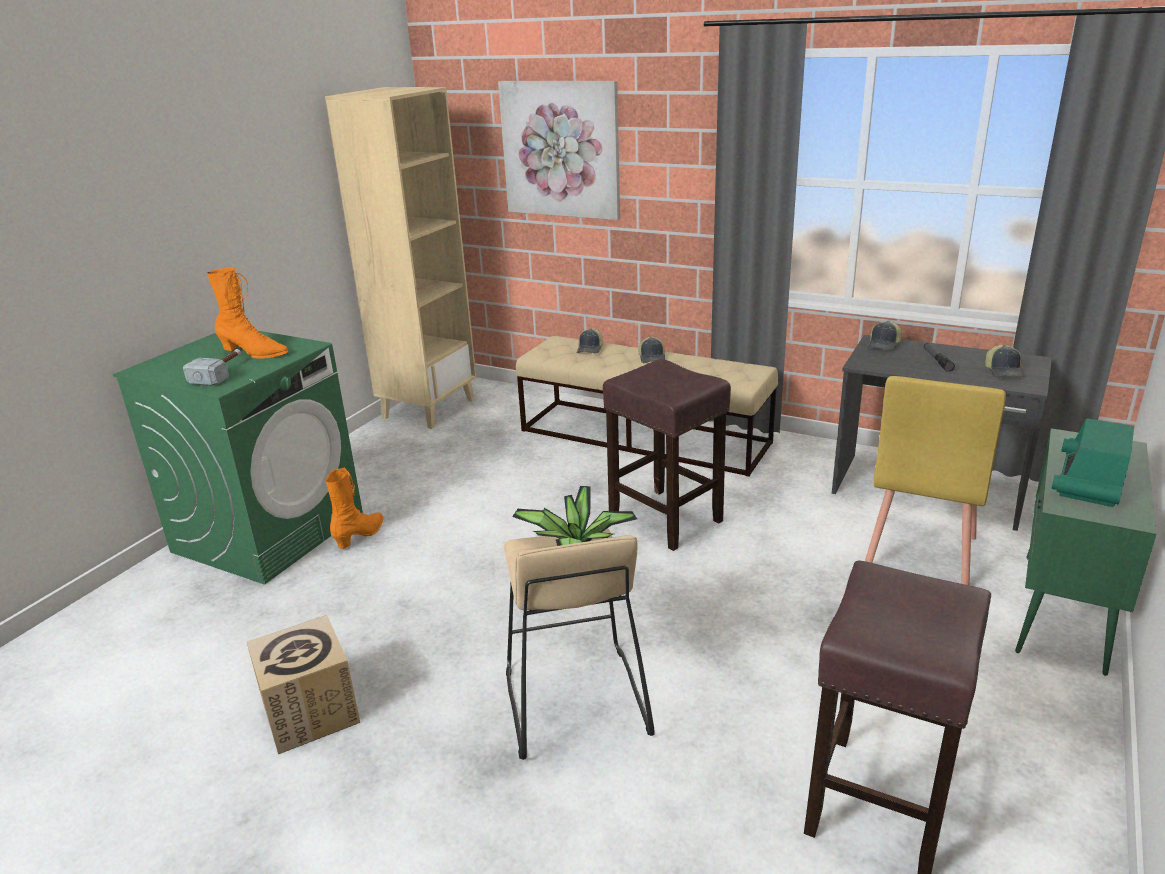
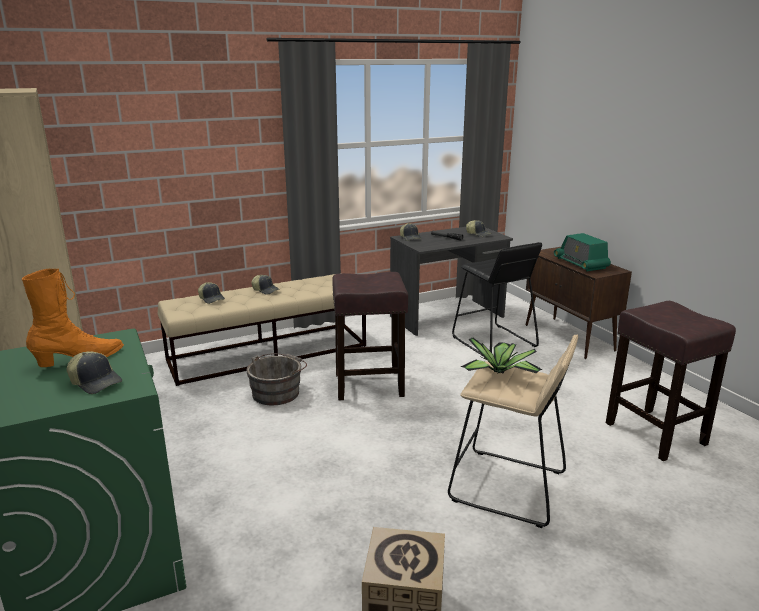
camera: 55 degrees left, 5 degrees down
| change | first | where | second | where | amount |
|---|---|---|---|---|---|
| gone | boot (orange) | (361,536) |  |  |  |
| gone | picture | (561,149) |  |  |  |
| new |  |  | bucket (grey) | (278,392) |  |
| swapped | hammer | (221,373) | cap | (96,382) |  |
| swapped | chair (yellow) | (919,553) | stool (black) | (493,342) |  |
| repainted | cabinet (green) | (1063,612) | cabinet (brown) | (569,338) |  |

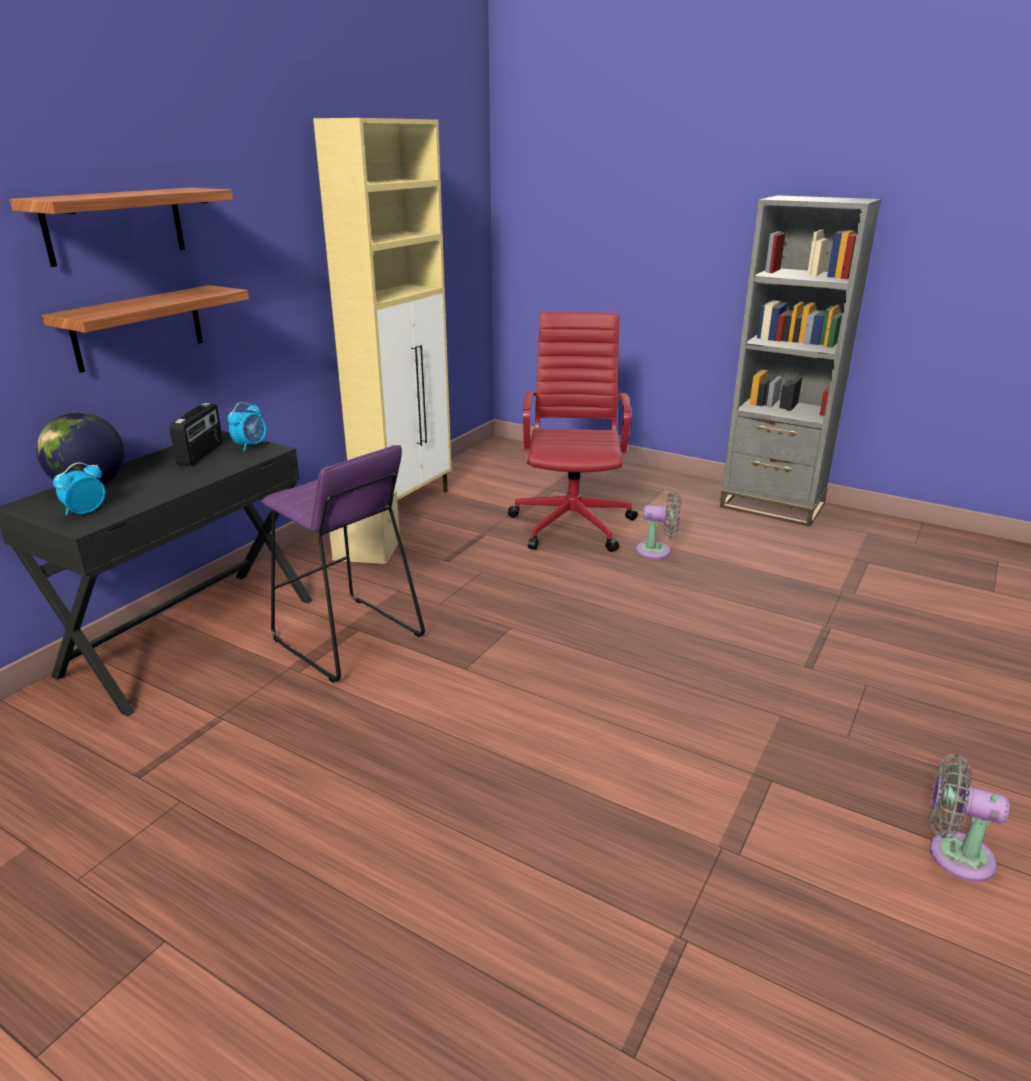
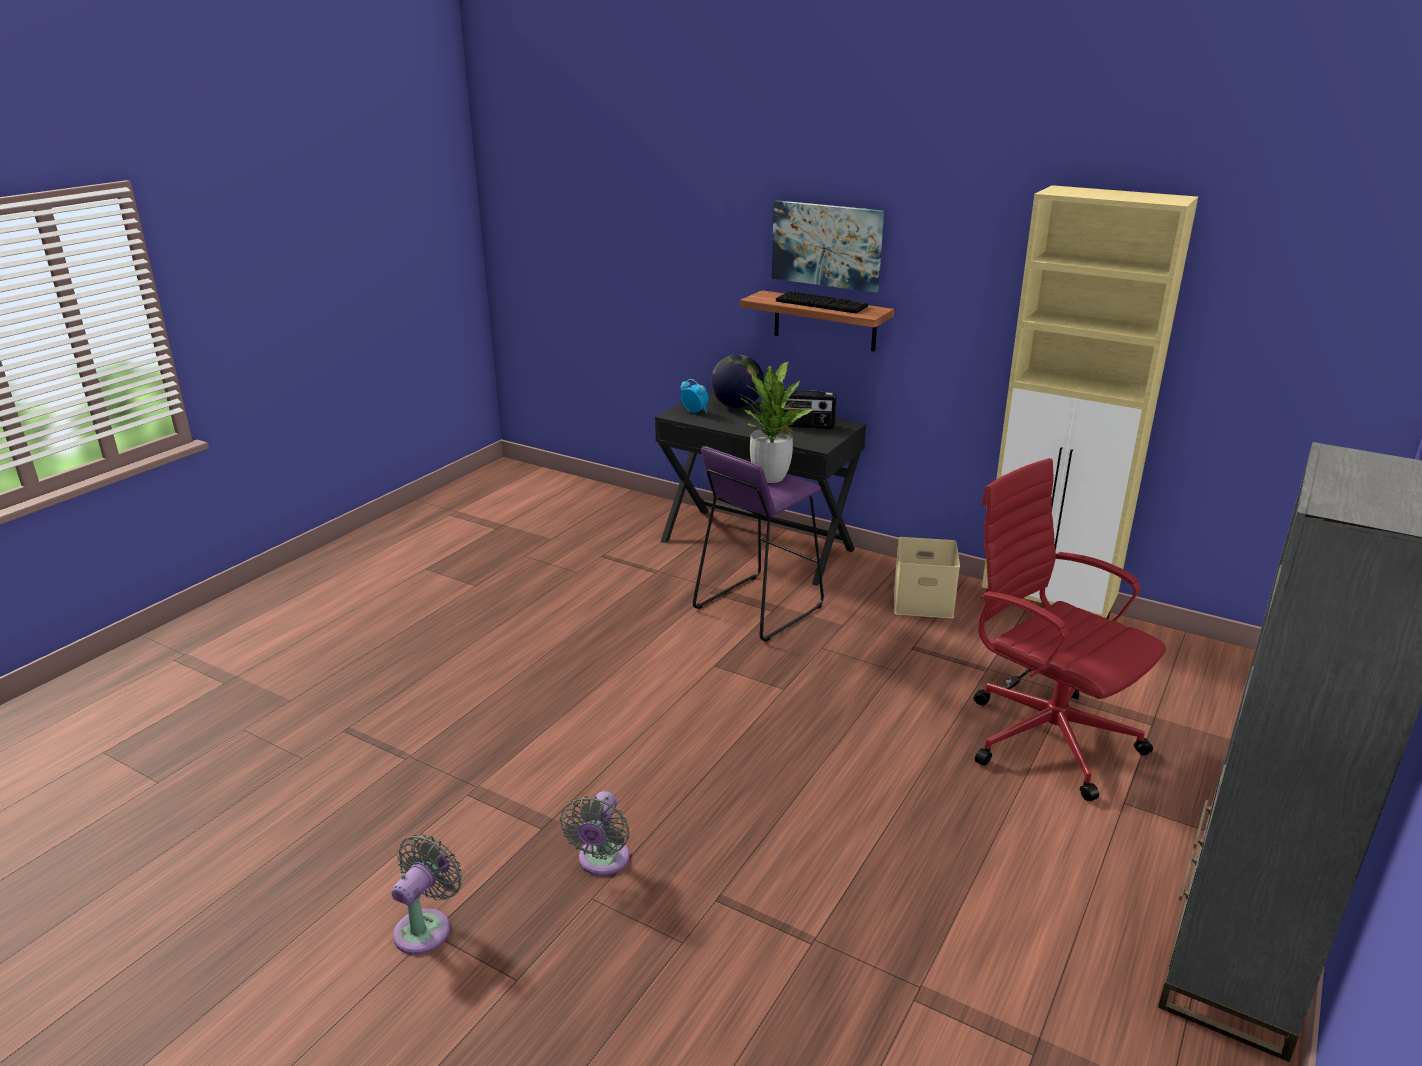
camera: 90 degrees right, 0 degrees up
| change | first | where | second | where | amount |
|---|---|---|---|---|---|
| gone | alarm clock | (251,446) |  |  |  |
| new |  |  | potted plant | (770,477) |  |
| new |  |  | keyboard | (822,304) |  |
| shifted | fan (grey) | (657,551) |  | (602,861) |  |
| swapped | shelf | (115,225) | picture | (827,245) |  |
| rotated | office chair (red) | (572,523) |  | (1046,736) | 135 degrees counterclockwise |

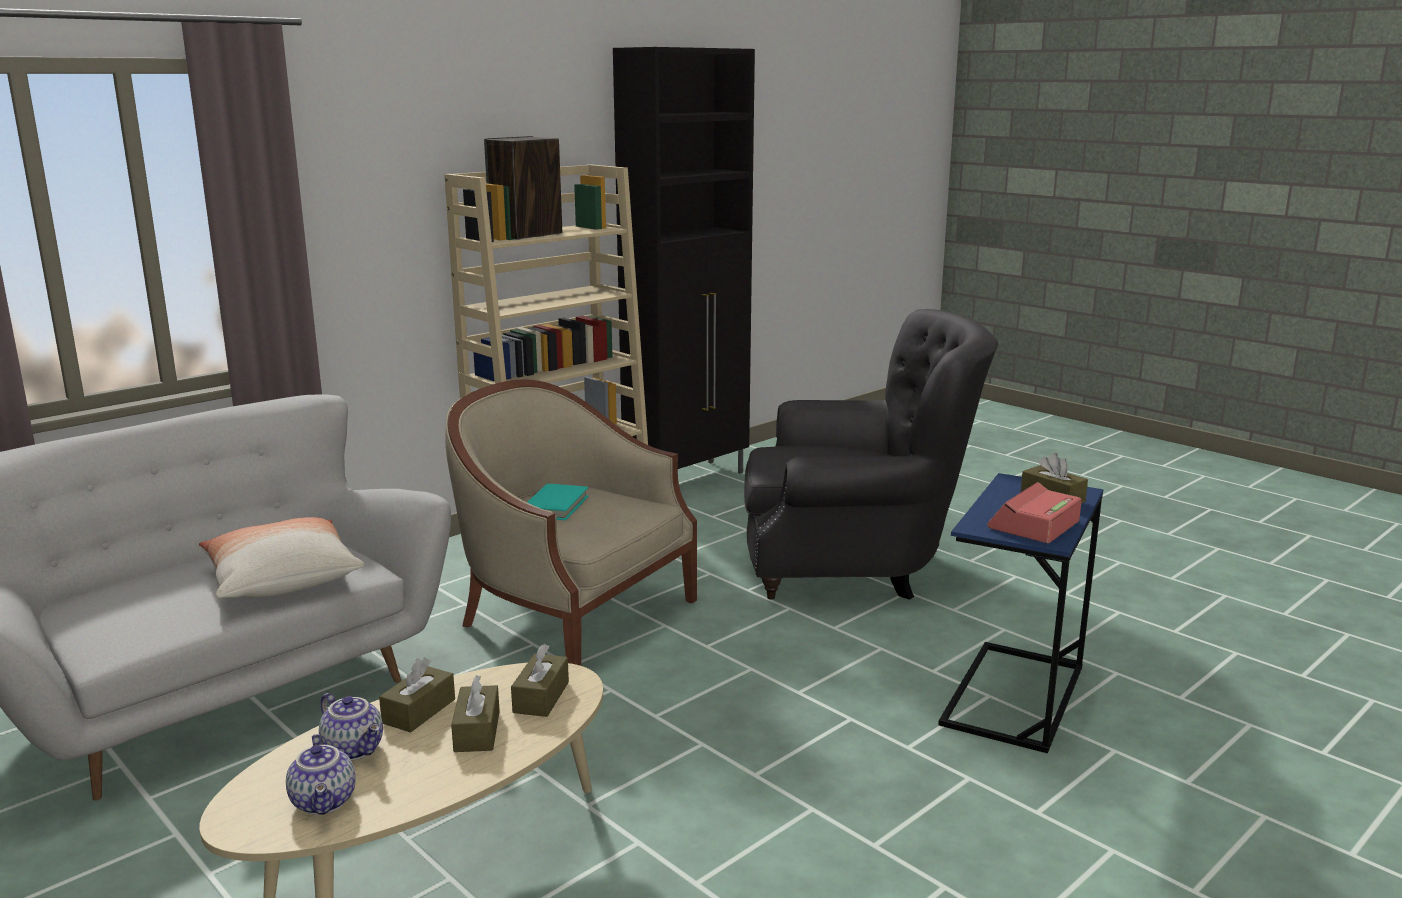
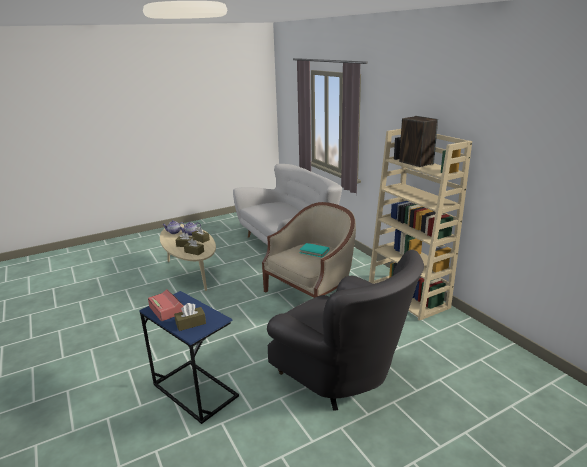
camera: 105 degrees right, 5 degrees up
| change | first | where | second | where | amount |
|---|---|---|---|---|---|
| gone | pillow | (281,579) |  |  |  |
| gone | cabinet (black) | (688,479) |  |  |  |
| rotated | armchair (grey) | (854,566) |  | (343,375) | 60 degrees counterclockwise |

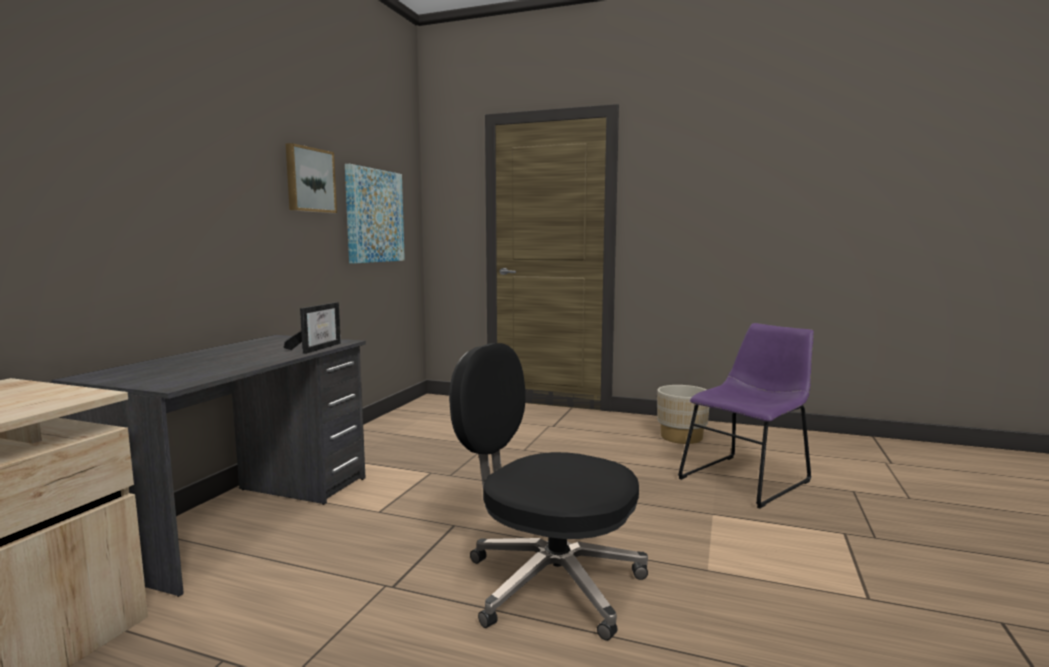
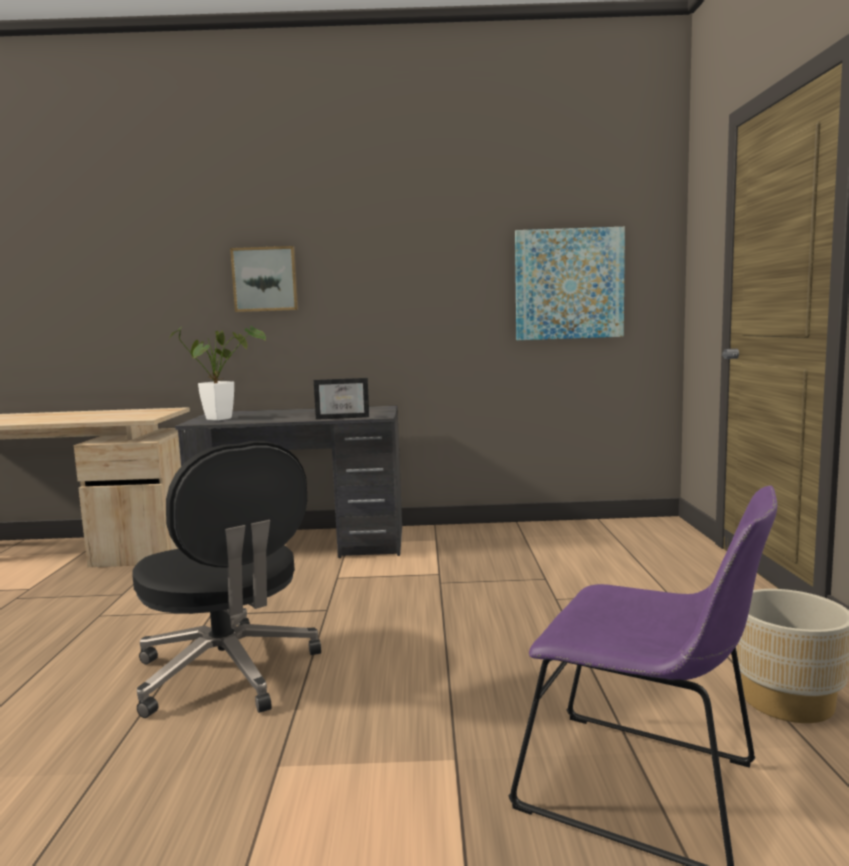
camera: 70 degrees right, 0 degrees up
| change | first | where | second | where | amount |
|---|---|---|---|---|---|
| new |  |  | potted plant | (224,418) |  |
| shifted | picture | (309,180) |  | (265,279) |  |
| rotated | office chair (black) | (549,583) |  | (228,673) | 135 degrees clockwise |

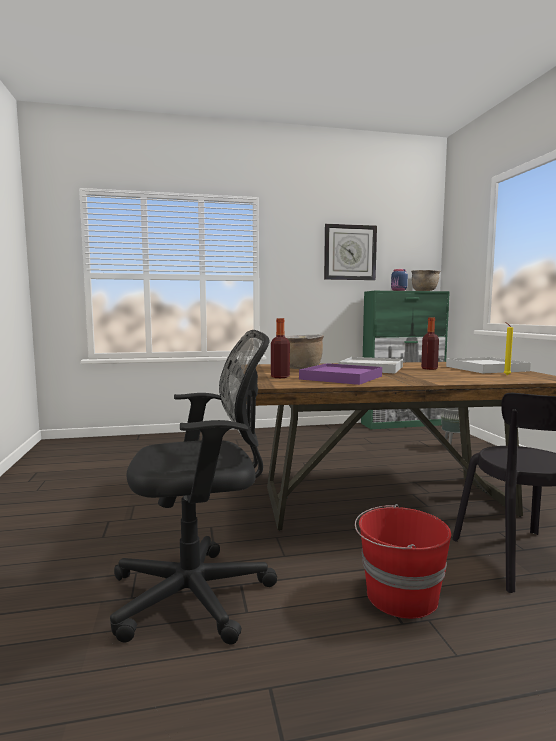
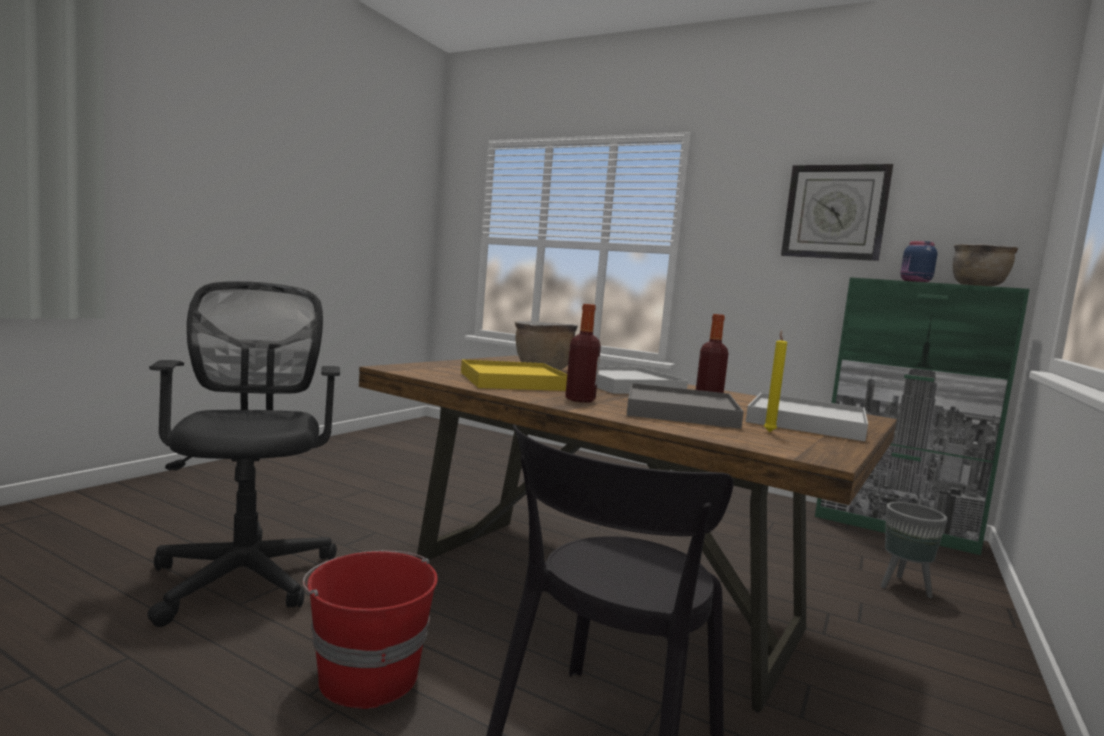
camera: 40 degrees right, 0 degrees up
| change | first | where | second | where | amount |
|---|---|---|---|---|---|
| new |  |  | tray (grey) | (680,412) |  |
| shifted | bottle | (280,377) |  | (580,399) |  |
| repainted | tray (purple) | (341,378) | tray (yellow) | (513,381) |  |
| rotated | office chair (black) | (199,594) |  | (245,573) | 135 degrees counterclockwise |

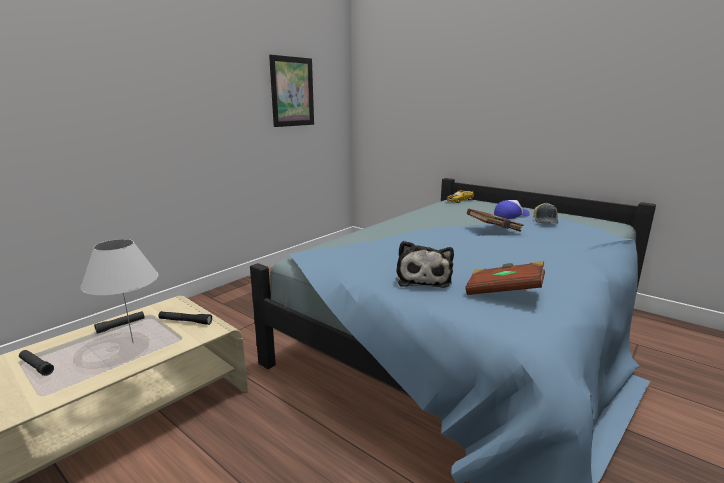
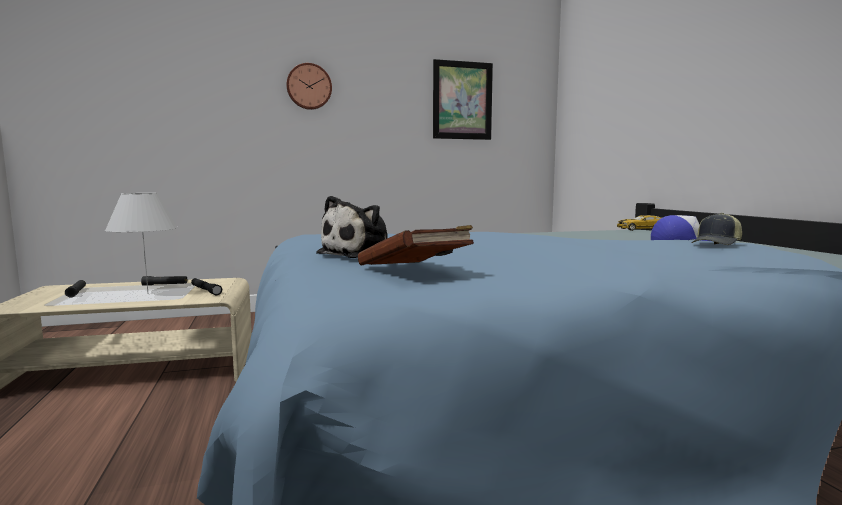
camera: 35 degrees right, 10 degrees down
| change | first | where | second | where | amount |
|---|---|---|---|---|---|
| gone | book (brown) | (494,230) |  |  |  |
| new |  |  | wall clock | (309,86) |  |

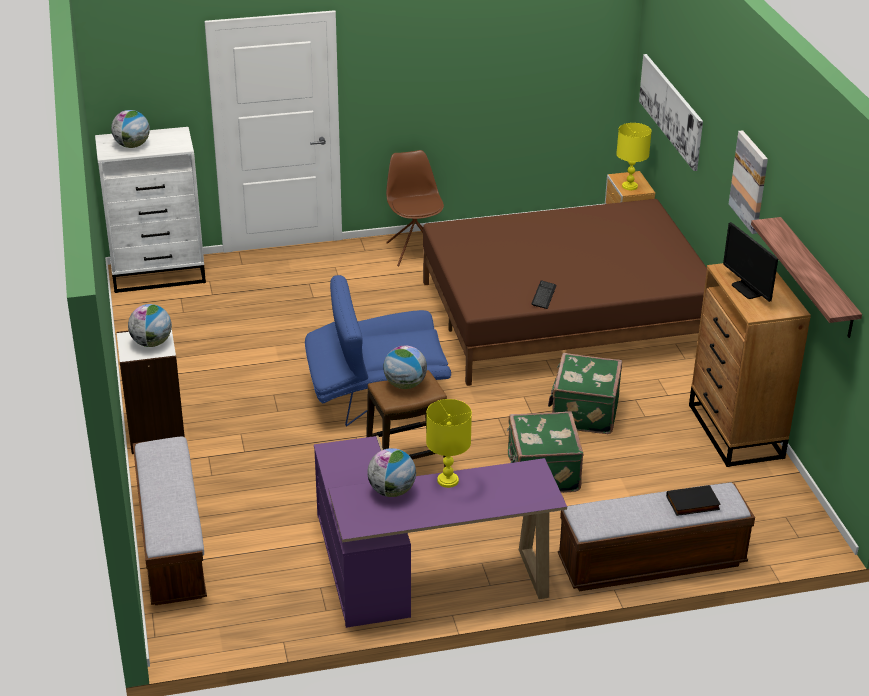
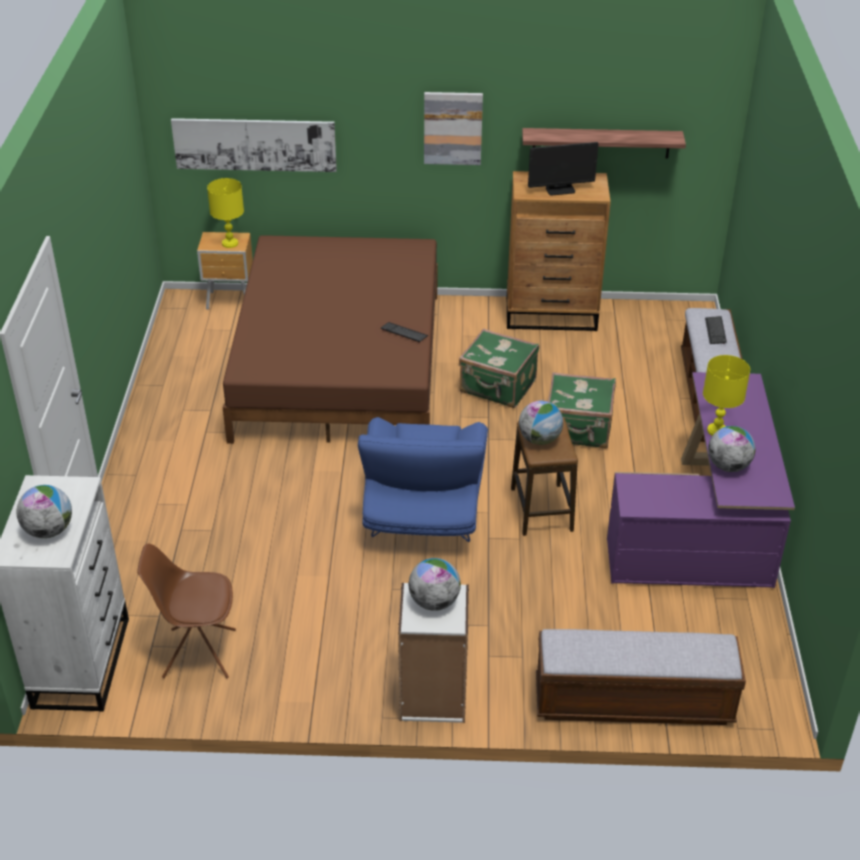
camera: 75 degrees left, 5 degrees up
| change | first | where | second | where | amount |
|---|---|---|---|---|---|
| shifted | chair (brown) | (414,251) |  | (197,653) |  |
| swapped | book (black) | (693,504) | keyboard | (715,331) |  |

